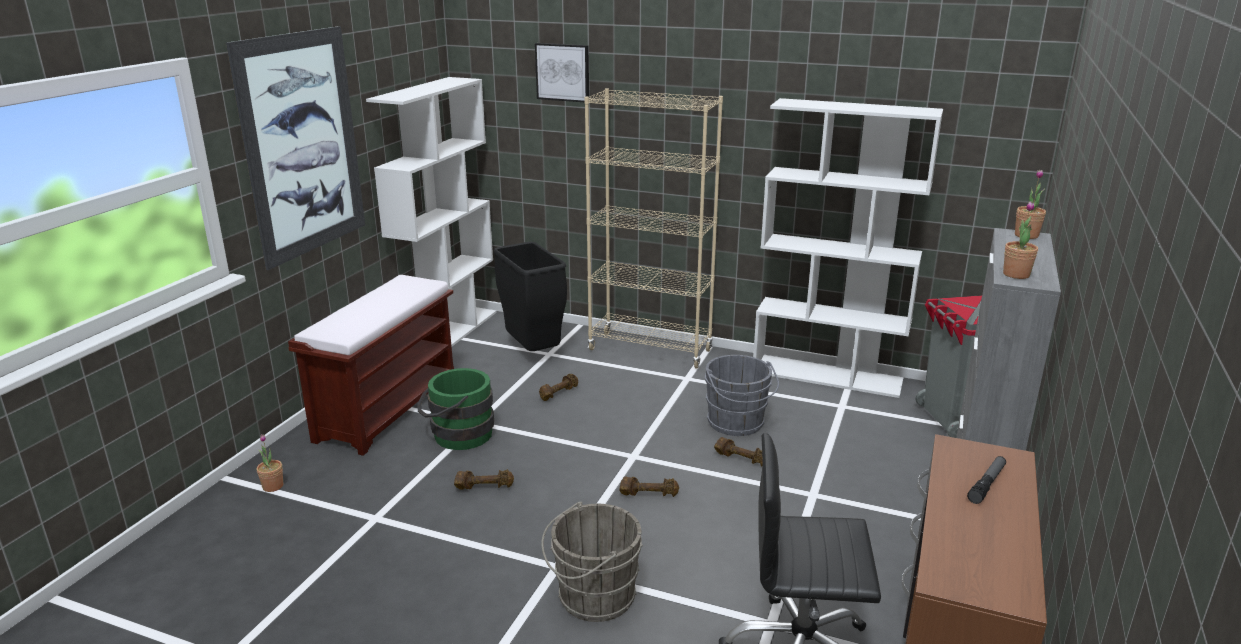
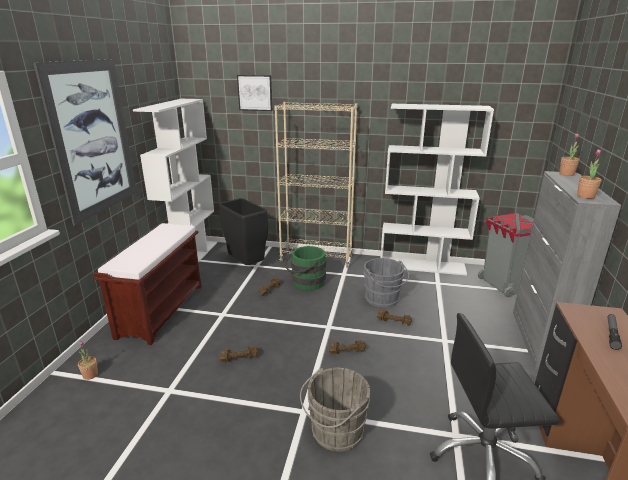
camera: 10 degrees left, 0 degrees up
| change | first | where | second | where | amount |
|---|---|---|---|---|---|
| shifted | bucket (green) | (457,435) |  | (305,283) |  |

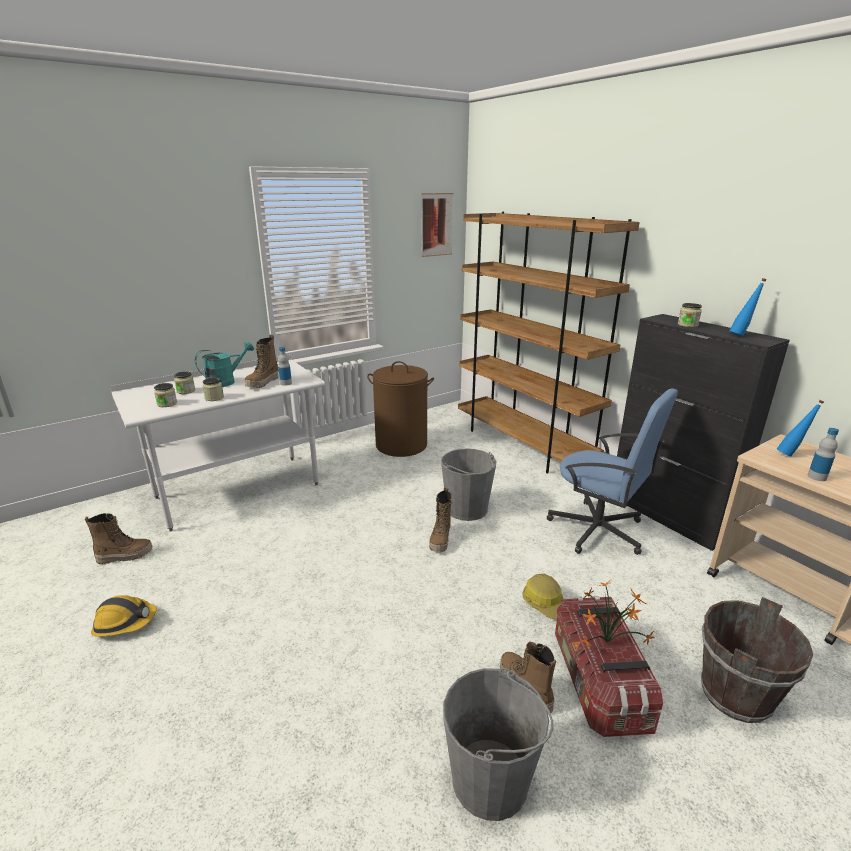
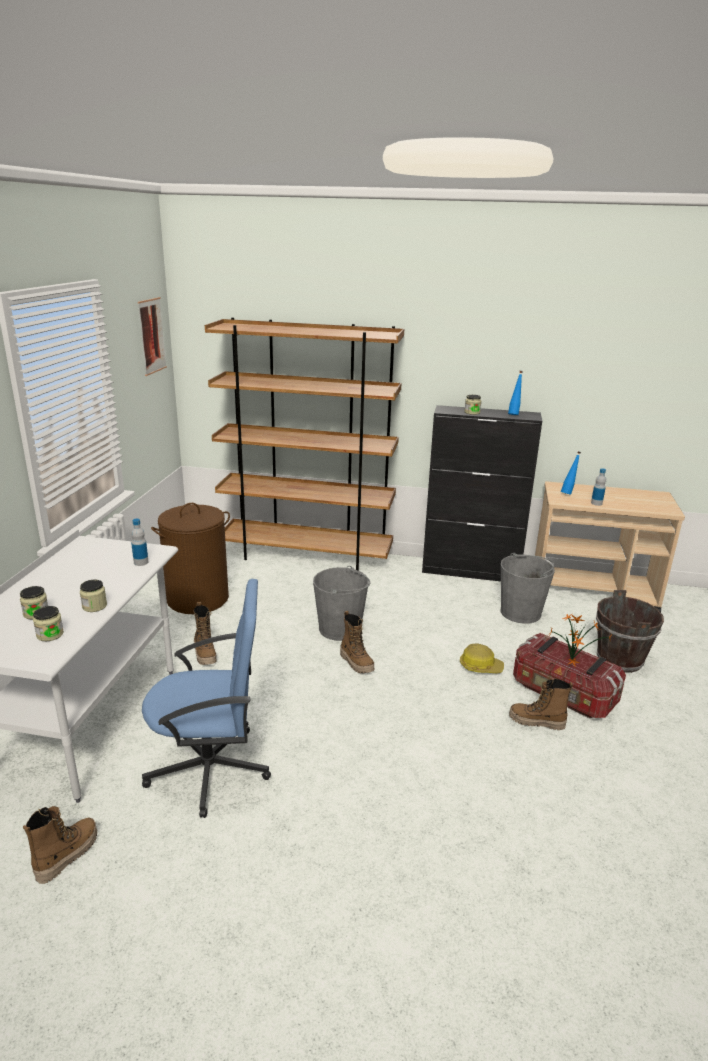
camera: 45 degrees left, 0 degrees up
| change | first | where | second | where | amount |
|---|---|---|---|---|---|
| gone | hard hat | (125,623) |  |  |  |
| gone | watering can (turquoise) | (226,381) |  |  |  |
| shifted | boot | (263,383) |  | (205,654) |  |
| shifted | bucket (grey) | (490,780) |  | (521,612) |  |
| shifted | office chair (blue) | (598,530) |  | (211,769) |  |

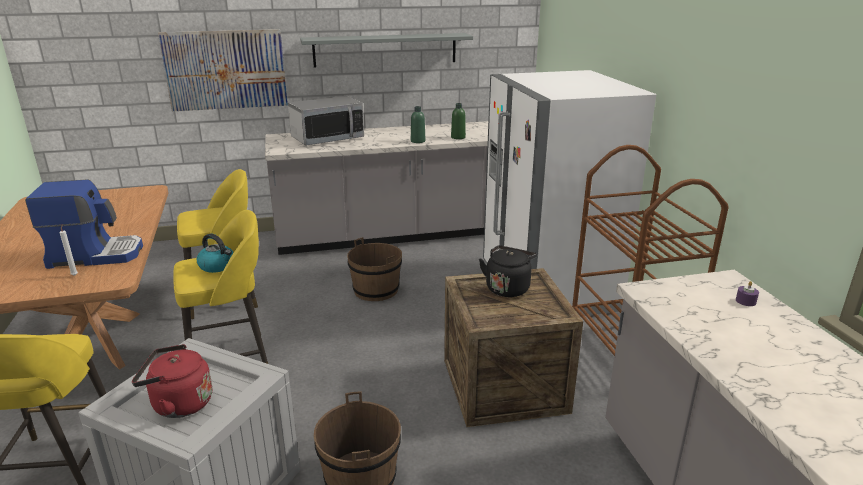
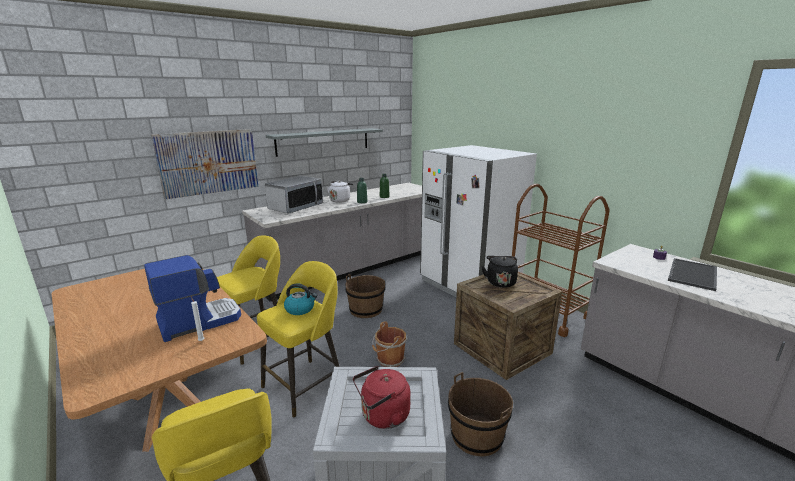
camera: 25 degrees left, 5 degrees down
| change | first | where | second | where | amount |
|---|---|---|---|---|---|
| new |  |  | kettle (white) | (340,200) |  |
| new |  |  | bucket (brown) | (389,360) |  |
| new |  |  | tray | (694,274) |  |

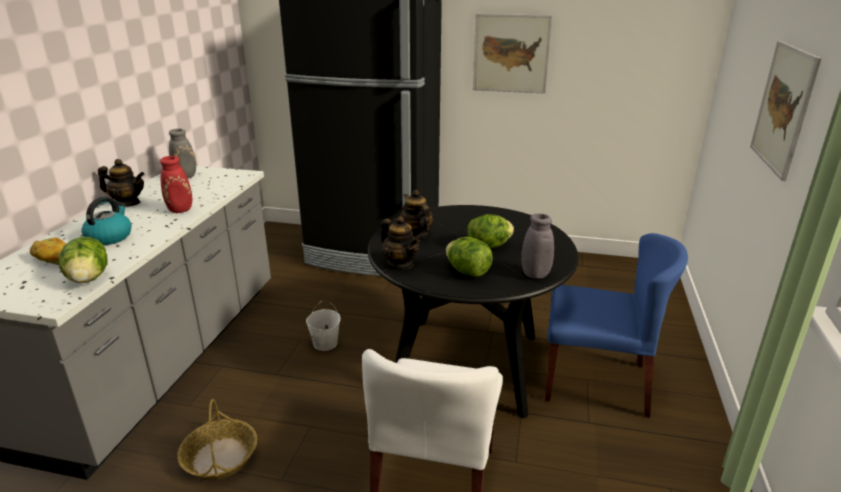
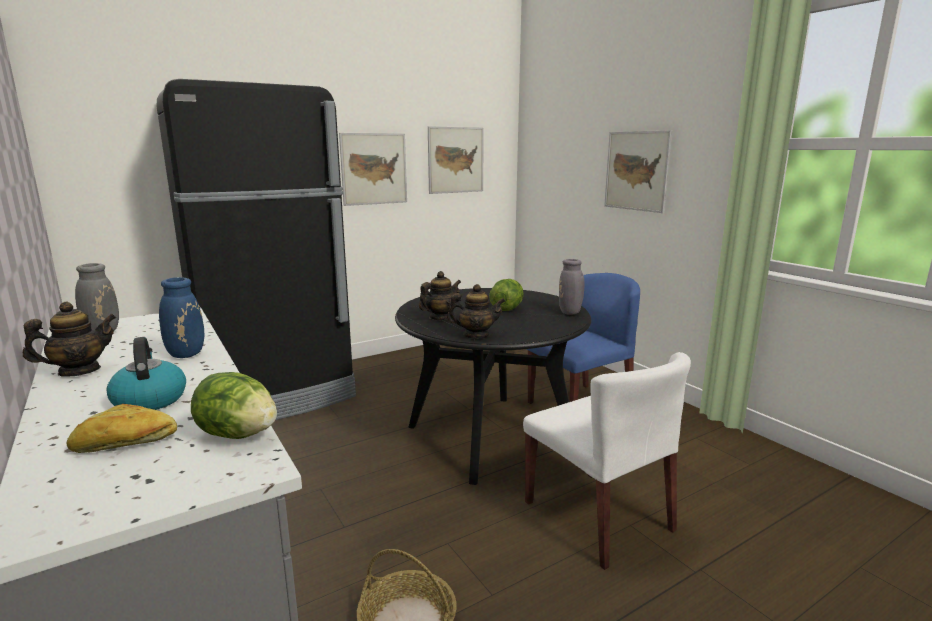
camera: 45 degrees left, 10 degrees down
| change | first | where | second | where | amount |
|---|---|---|---|---|---|
| gone | bucket (white) | (325,343) |  |  |  |
| gone | lettuce | (467,272) |  |  |  |
| new |  |  | picture | (456,160) |  |
| repainted | vase (red) | (182,210) | vase (blue) | (187,354) |  |
| rotated | teapot | (415,234) |  | (440,317) | 120 degrees clockwise |

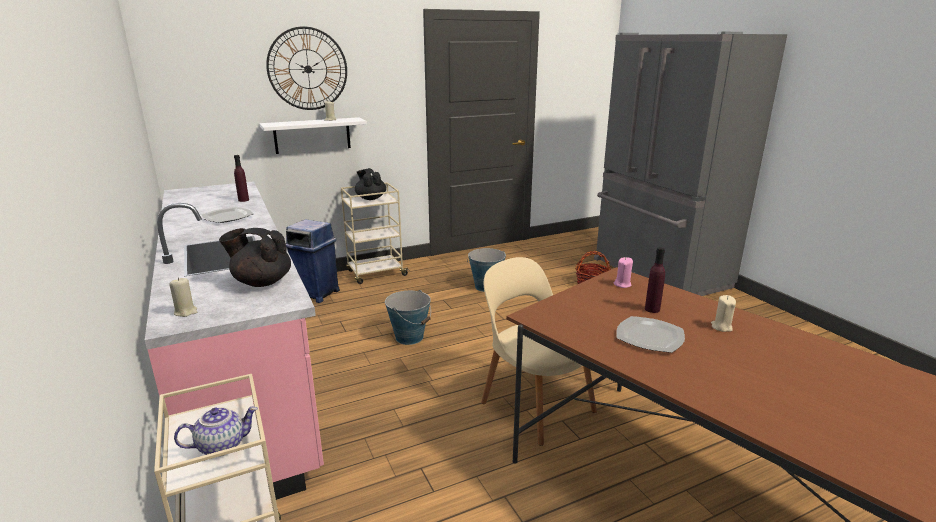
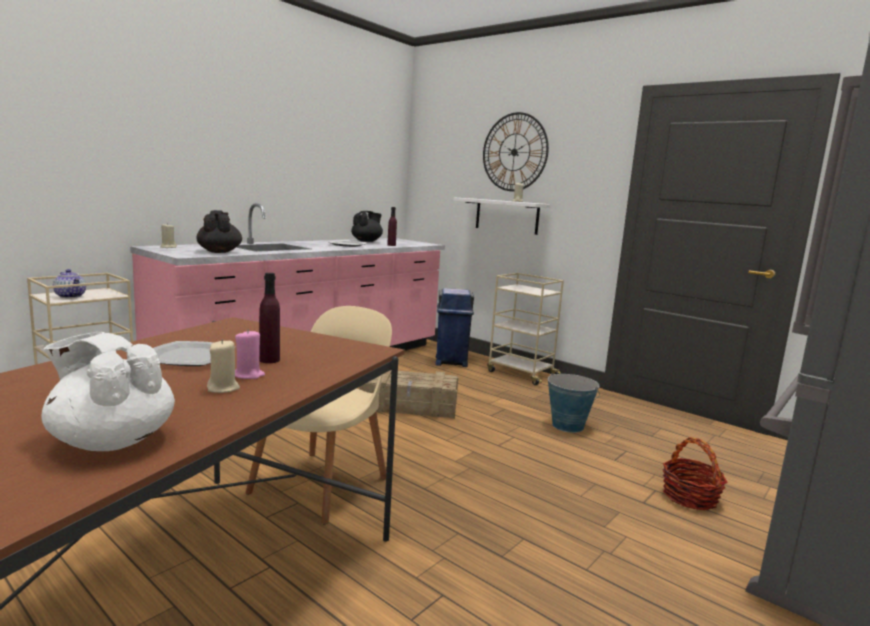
camera: 65 degrees right, 10 degrees down
| change | first | where | second | where | amount |
|---|---|---|---|---|---|
| new |  |  | teapot (white) | (111,441) |  |
| shifted | teapot (black) | (370,198) |  | (367,241) |  |
| shifted | candle (pink) | (622,284) |  | (248,375) |  |
| swapped | bucket | (409,337) | crate | (409,406) |  |

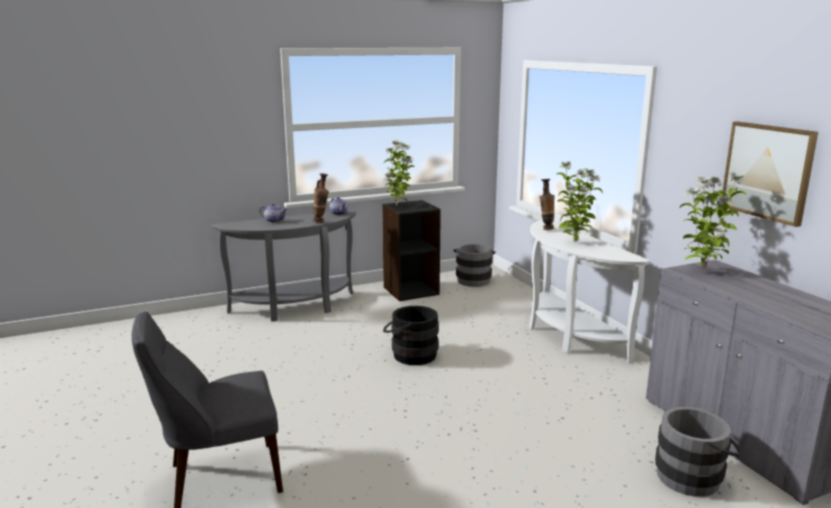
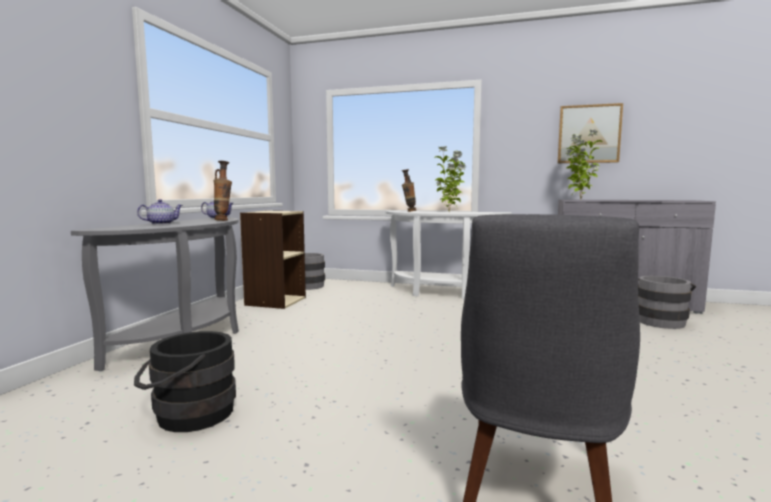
camera: 50 degrees left, 10 degrees down
| change | first | where | second | where | amount |
|---|---|---|---|---|---|
| gone | potted plant | (397,206) |  |  |  |
| shifted | bucket (black) | (410,354) |  | (188,415) |  |
| repainted | bookcase (black) | (410,290) | bookcase (beige) | (275,301) |  |

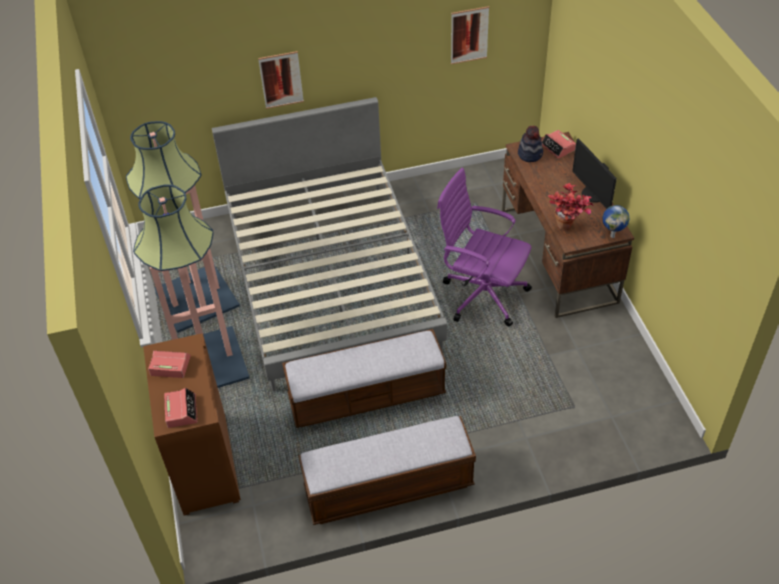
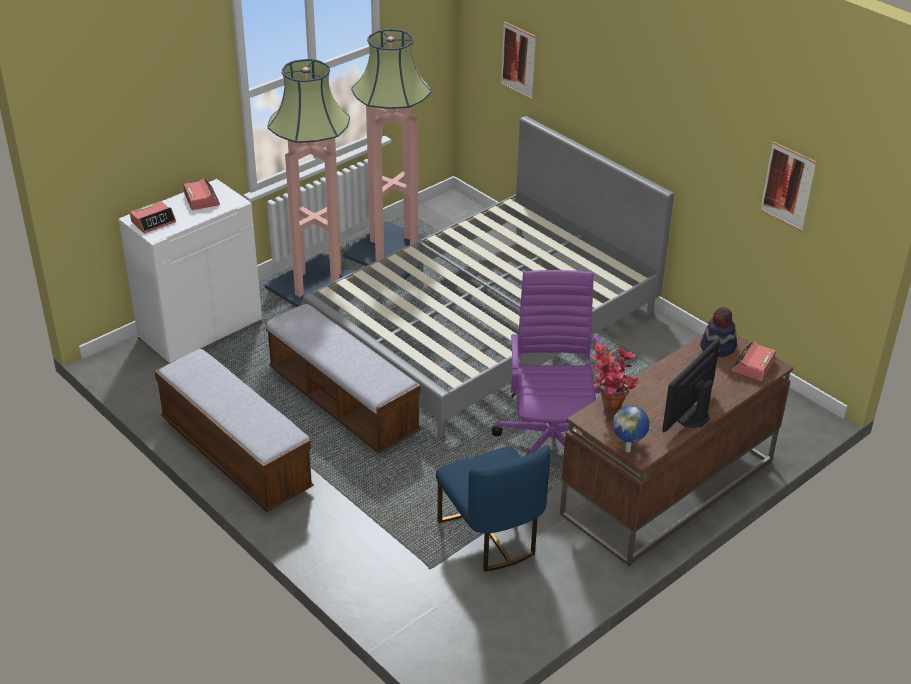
camera: 60 degrees right, 10 degrees down
| change | first | where | second | where | amount |
|---|---|---|---|---|---|
| new |  |  | chair (blue) | (491,536) |  |
| shifted | picture | (281,80) |  | (518,60) |  |
| repainted | cabinet (brown) | (203,463) | cabinet (white) | (200,328) |  |

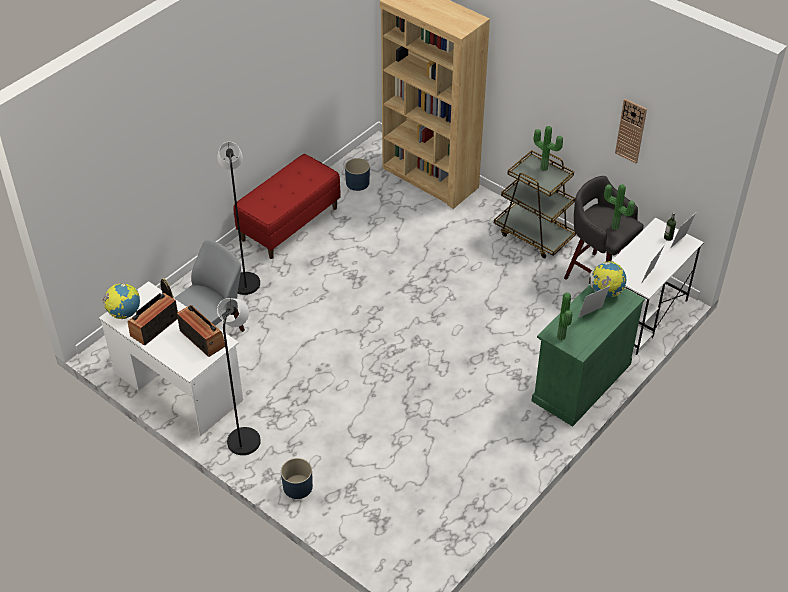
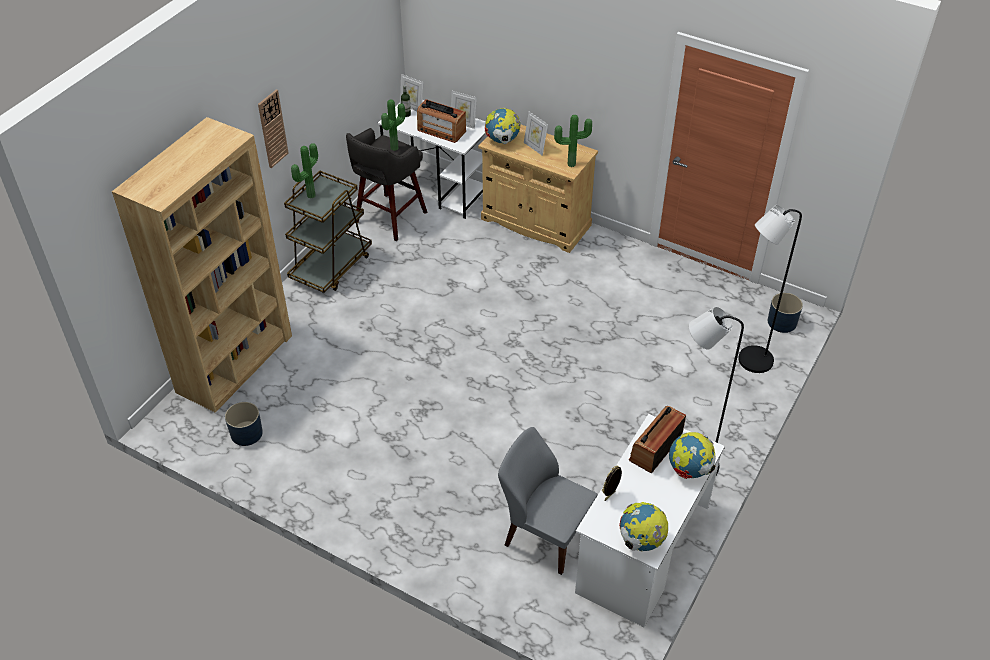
camera: 100 degrees left, 0 degrees up
| change | first | where | second | where | amount |
|---|---|---|---|---|---|
| gone | bench (red) | (289,223) |  |  |  |
| new |  |  | globe | (689,470) |  |
| shifted | radio | (154,327) |  | (441,131) |  |
| shifted | floor lamp (black) | (245,279) |  | (749,362) |  |
| shifted | planter (blue) | (297,487) |  | (782,322) |  |
| shifted | wall clock | (631,130) |  | (272,129) |  |
| repainted | cabinet (green) | (581,382) | cabinet (beige) | (535,222) |  |

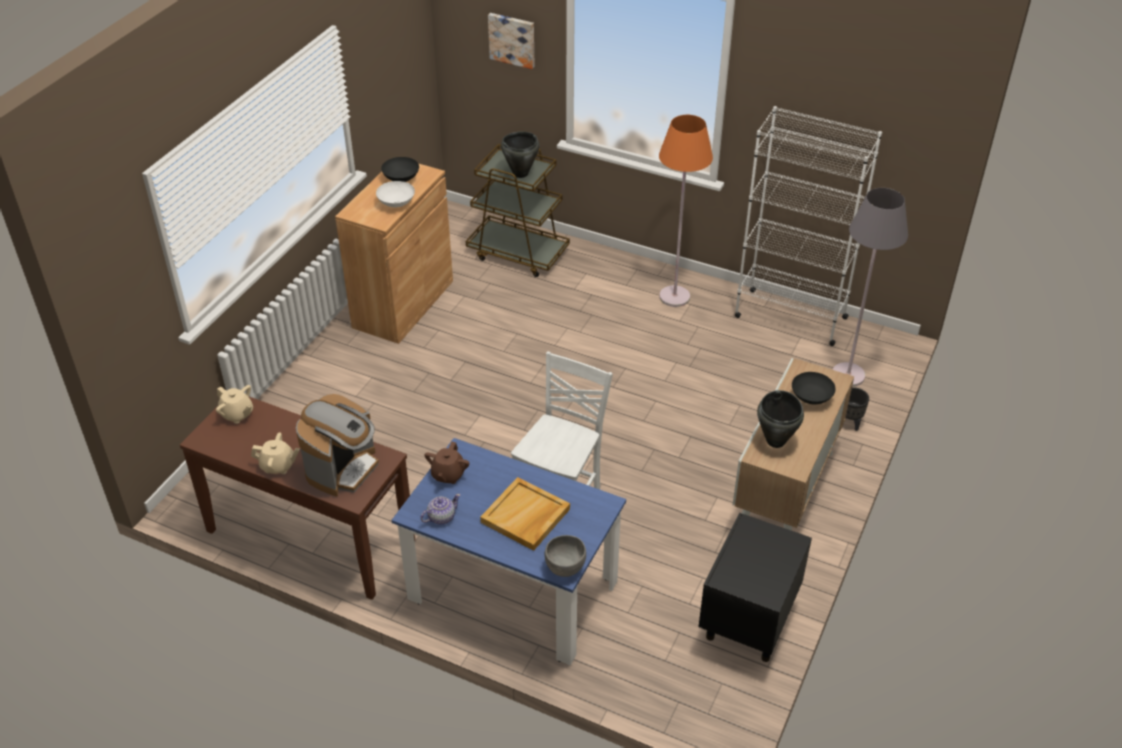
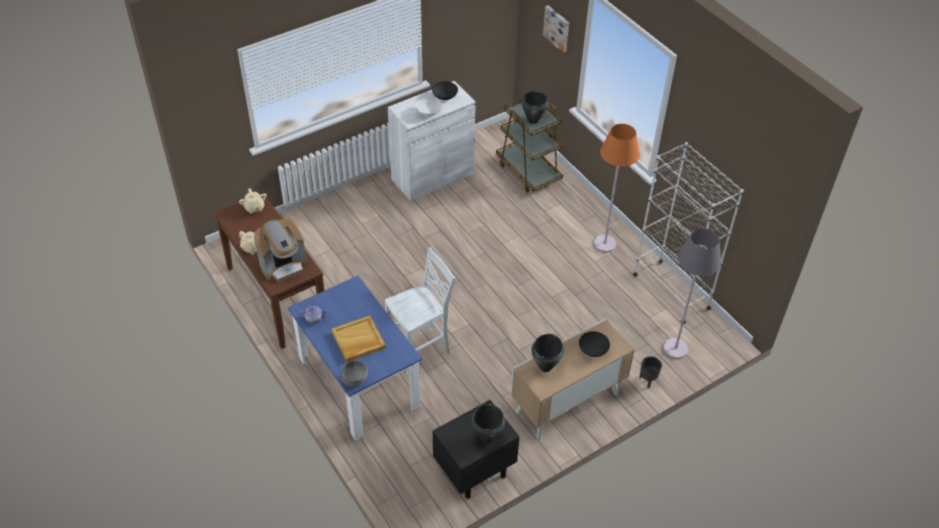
camera: 30 degrees right, 5 degrees up
| change | first | where | second | where | amount |
|---|---|---|---|---|---|
| gone | teapot (brown) | (448,475) |  |  |  |
| new |  |  | cooking pot (black) | (487,437) |  |
| repainted | cabinet (brown) | (403,304) | cabinet (white) | (432,176) |  |

